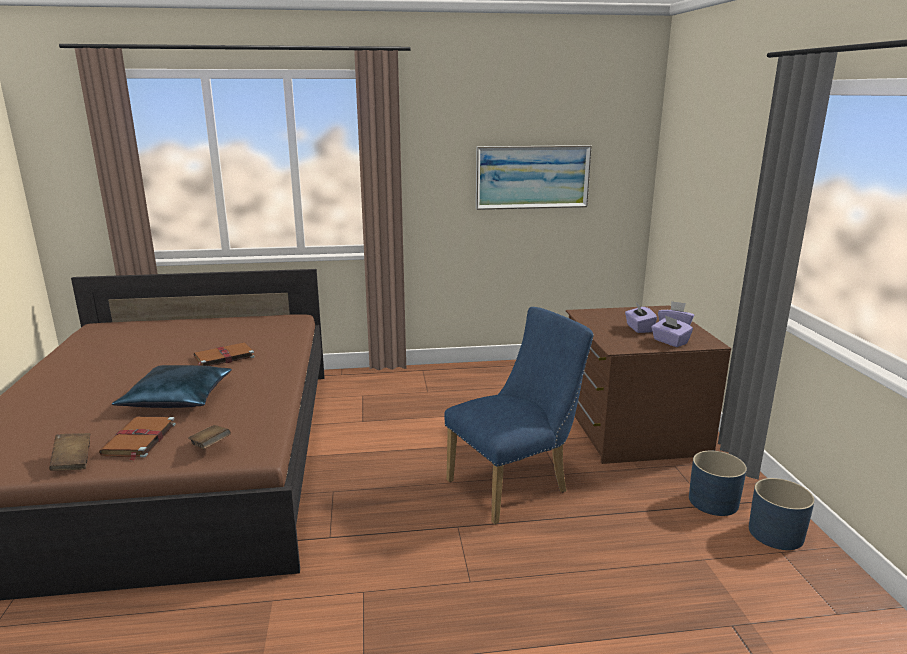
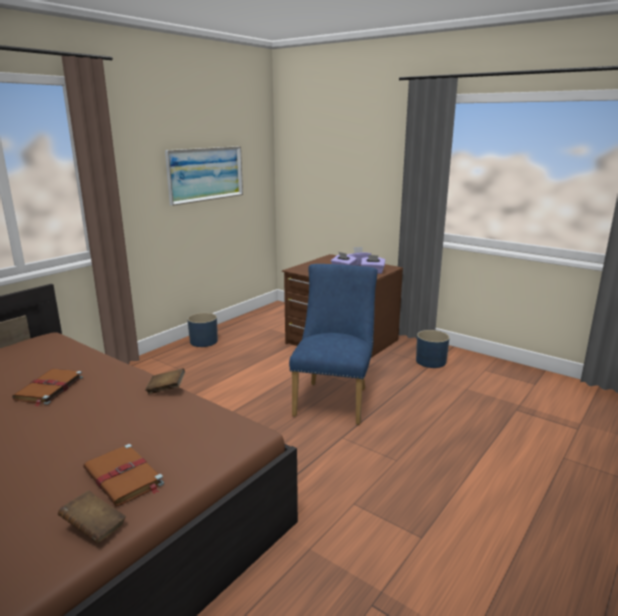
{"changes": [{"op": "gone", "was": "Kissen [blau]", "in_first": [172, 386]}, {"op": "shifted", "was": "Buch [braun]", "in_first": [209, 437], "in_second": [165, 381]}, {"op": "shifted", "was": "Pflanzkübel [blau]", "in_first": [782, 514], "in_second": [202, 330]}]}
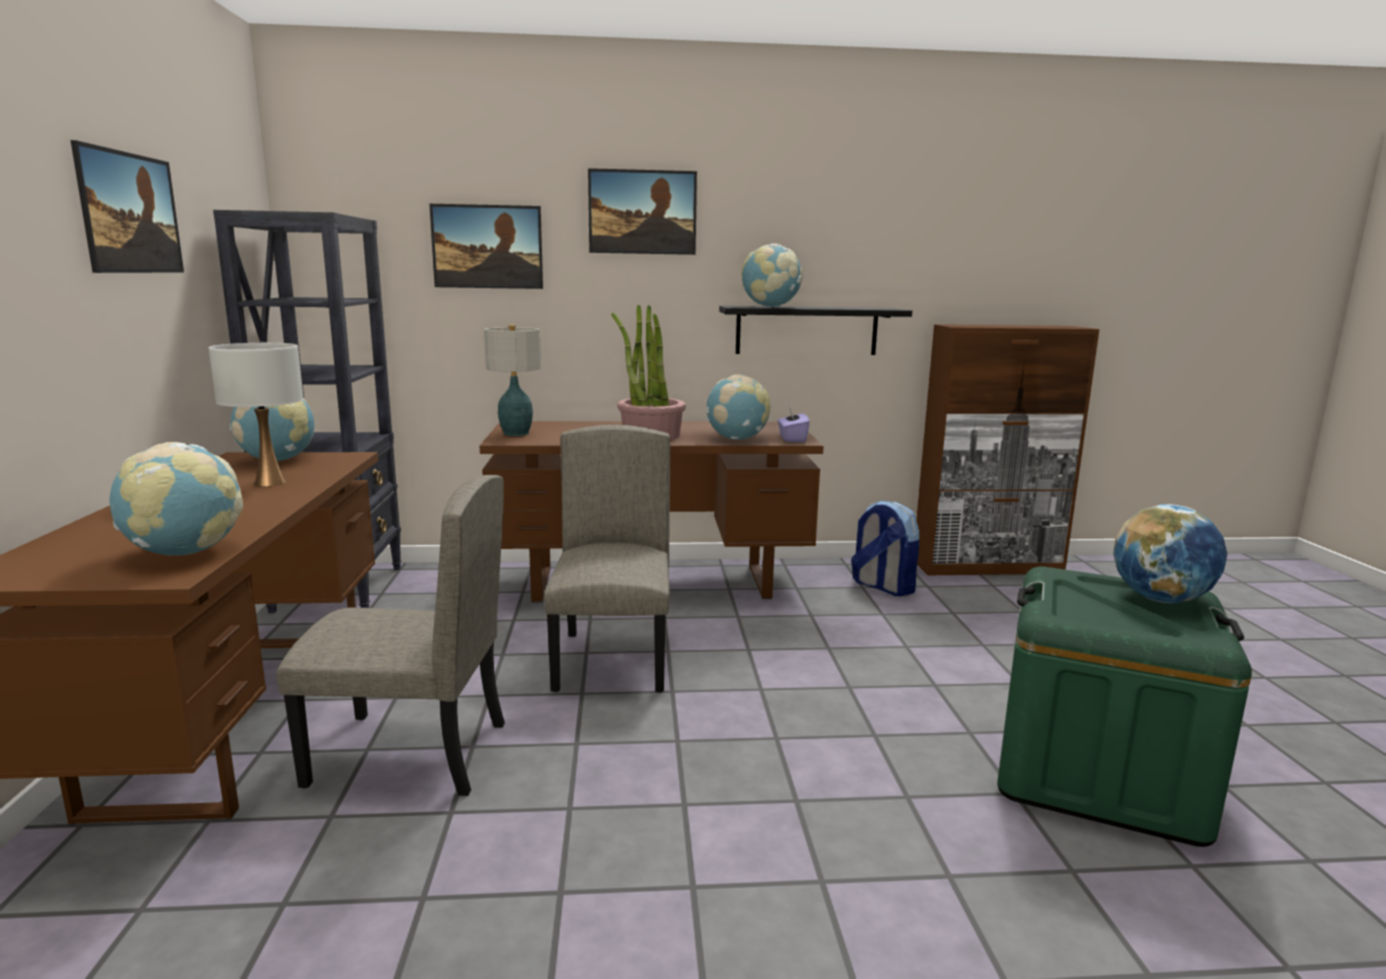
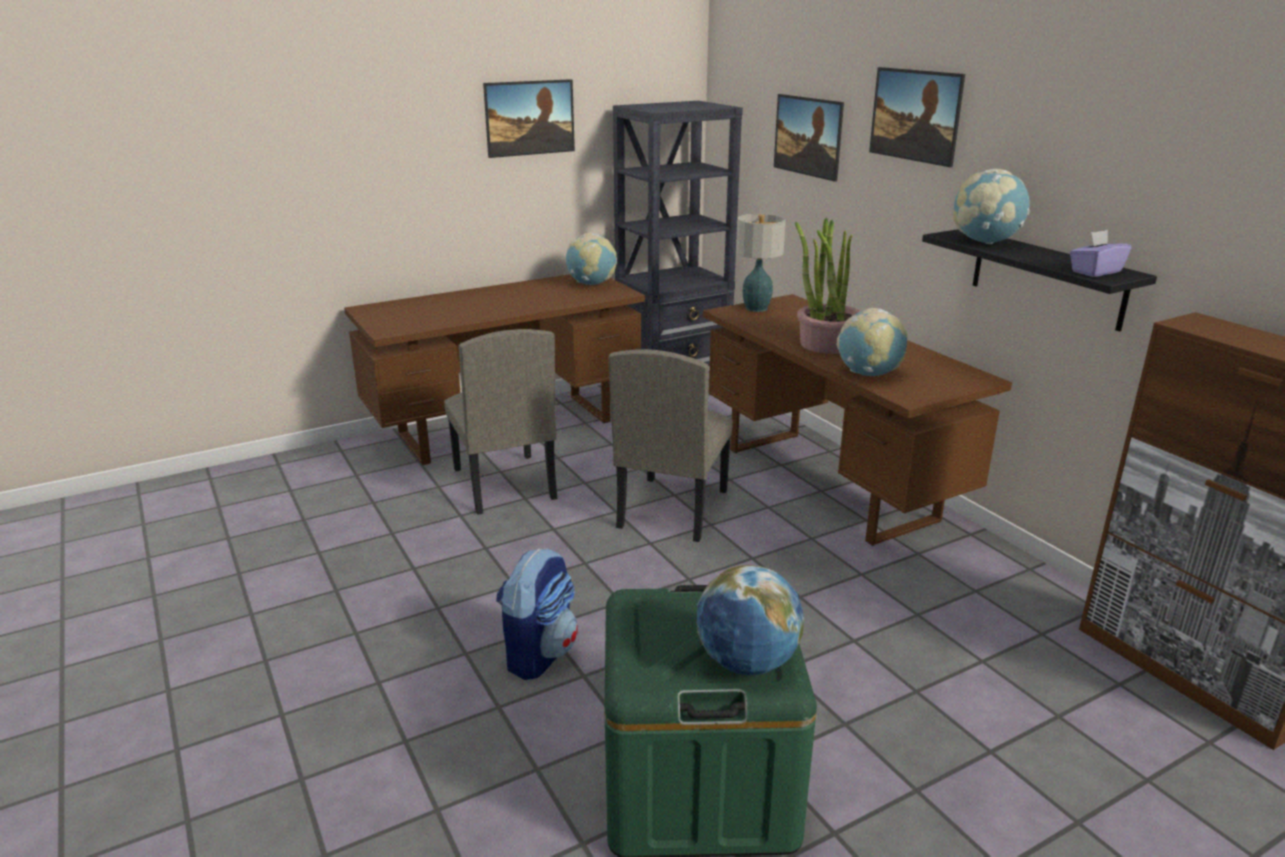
{"changes": [{"op": "gone", "was": "Globus", "in_first": [176, 499]}, {"op": "gone", "was": "Tischlampe [weiß]", "in_first": [256, 414]}, {"op": "rotated", "was": "Stuhl [beige]", "in_first": [607, 559], "in_second": [671, 445], "clockwise": 135}, {"op": "shifted", "was": "Taschentuchbox [lila]", "in_first": [794, 424], "in_second": [1101, 253]}, {"op": "shifted", "was": "Rucksack", "in_first": [885, 548], "in_second": [537, 614]}]}
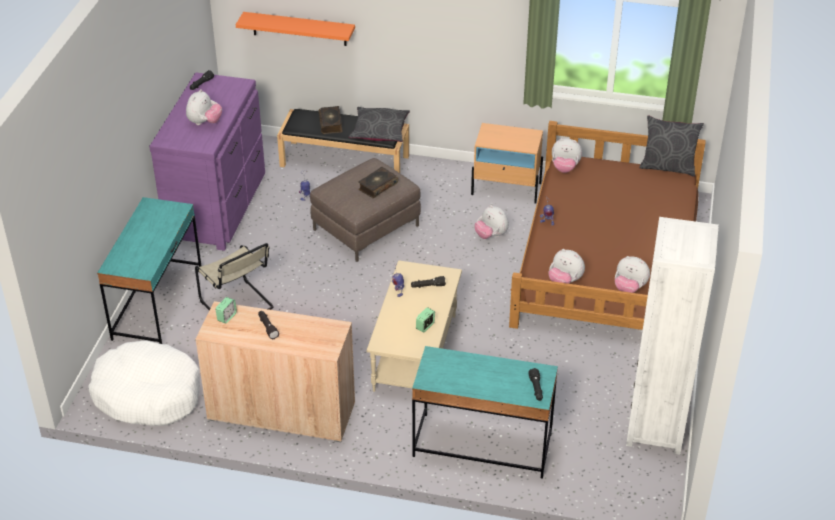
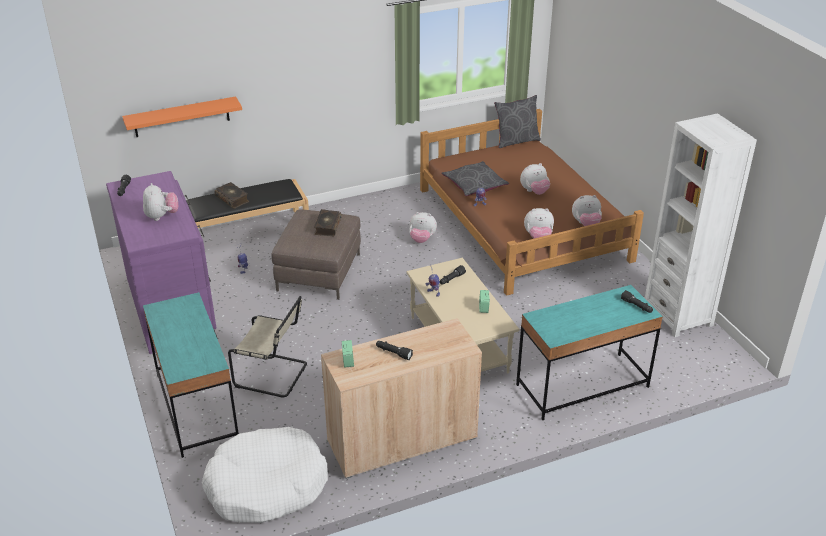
{"changes": [{"op": "shifted", "was": "Kissen [grau]", "in_first": [379, 124], "in_second": [475, 178]}, {"op": "gone", "was": "Nachttisch [beige]", "in_first": [507, 163]}, {"op": "shifted", "was": "Plüschtier", "in_first": [567, 155], "in_second": [535, 179]}]}
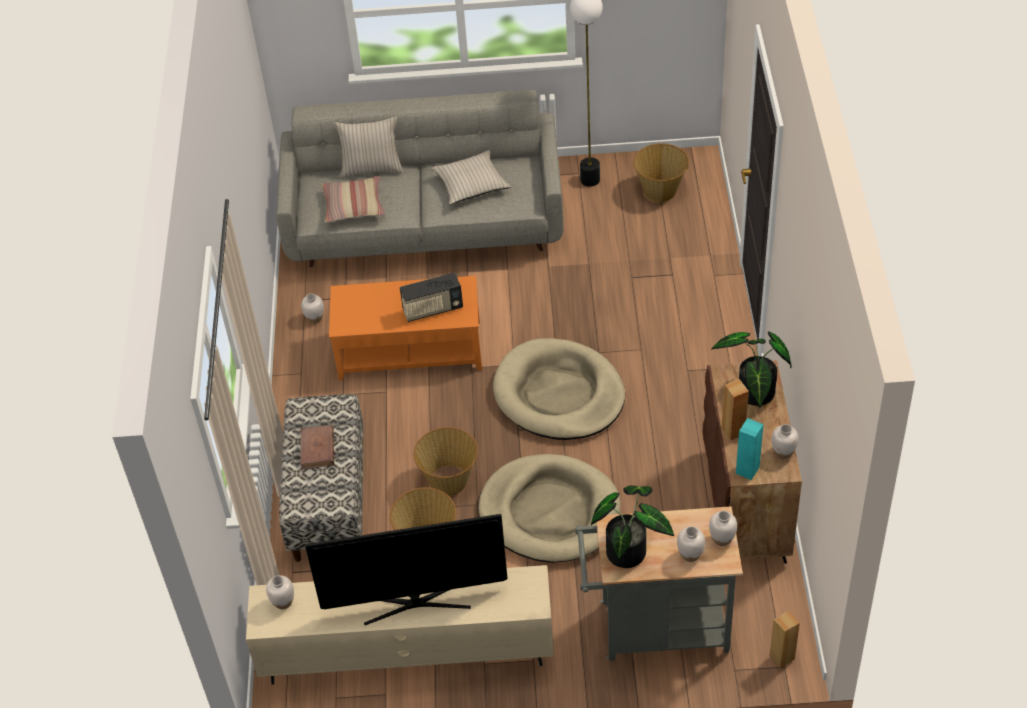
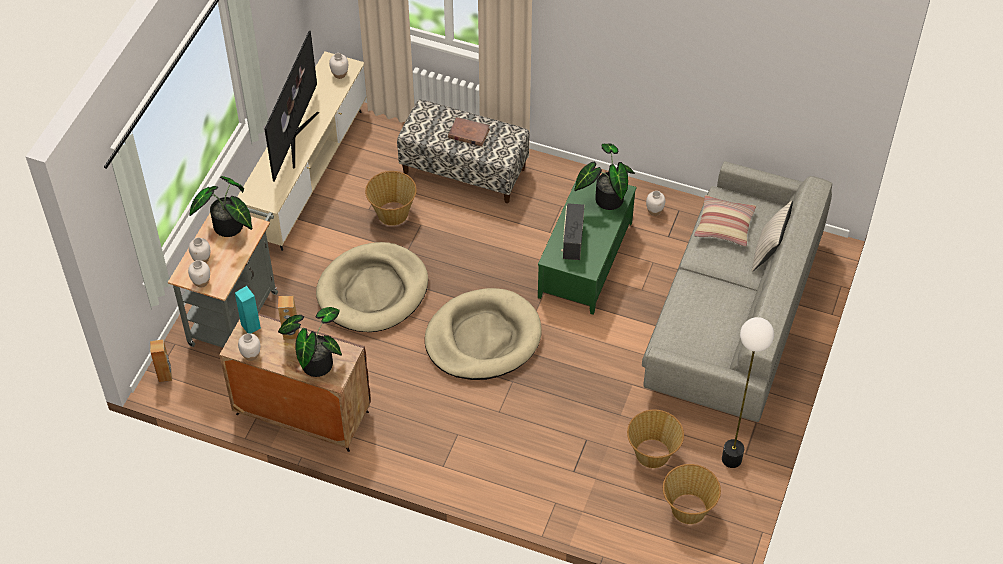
{"changes": [{"op": "repainted", "was": "Couchtisch [orange]", "now": "Couchtisch [grün]", "in_first": [405, 328], "in_second": [587, 246]}, {"op": "shifted", "was": "Korb", "in_first": [446, 461], "in_second": [655, 439]}, {"op": "gone", "was": "Kissen [beige]", "in_first": [471, 177]}, {"op": "new", "now": "Topfpflanze", "in_second": [604, 177]}]}
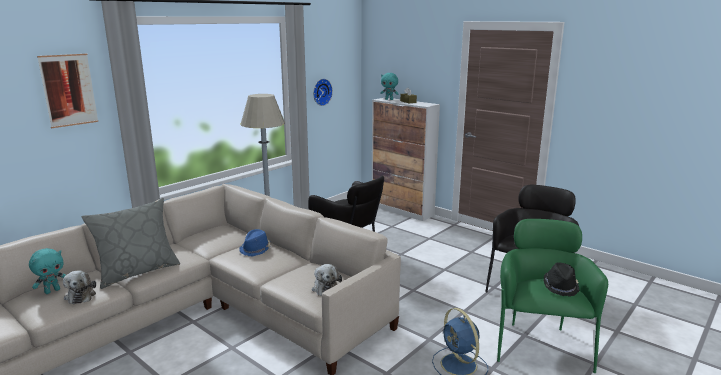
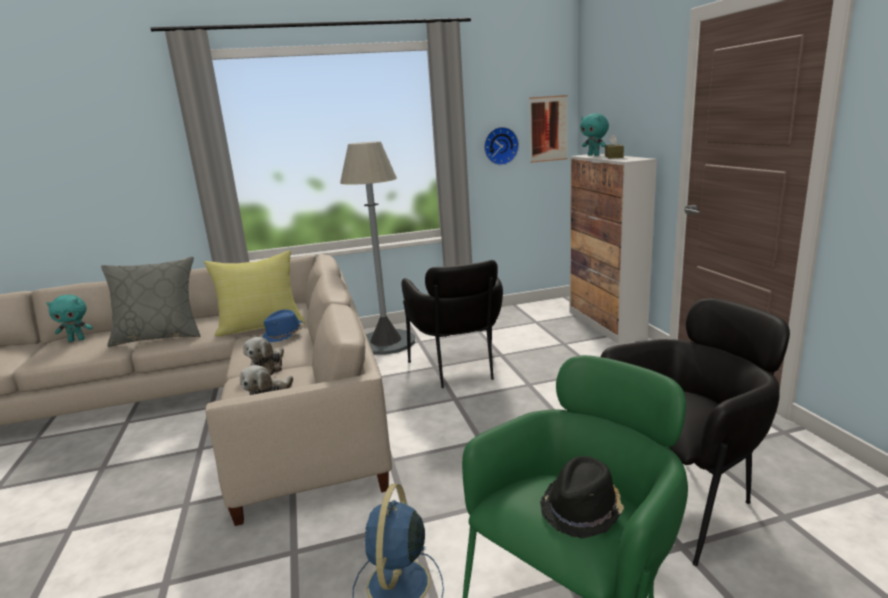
{"changes": [{"op": "shifted", "was": "Bild", "in_first": [67, 91], "in_second": [548, 129]}, {"op": "shifted", "was": "Plüschtier", "in_first": [79, 287], "in_second": [263, 356]}, {"op": "new", "now": "Kissen [gelb]", "in_second": [255, 293]}]}
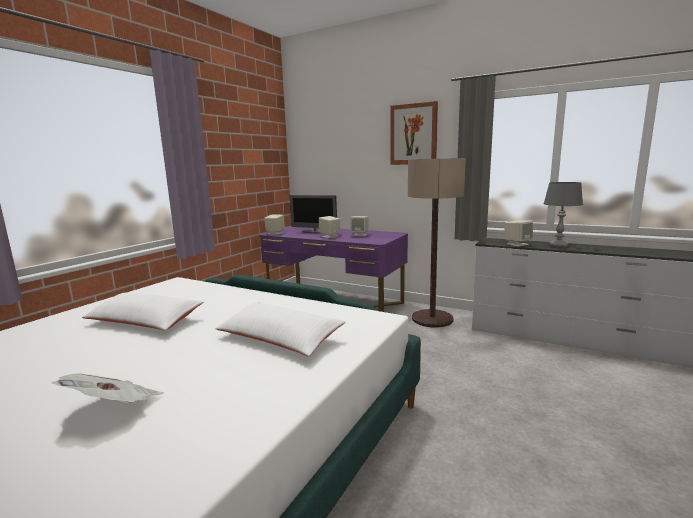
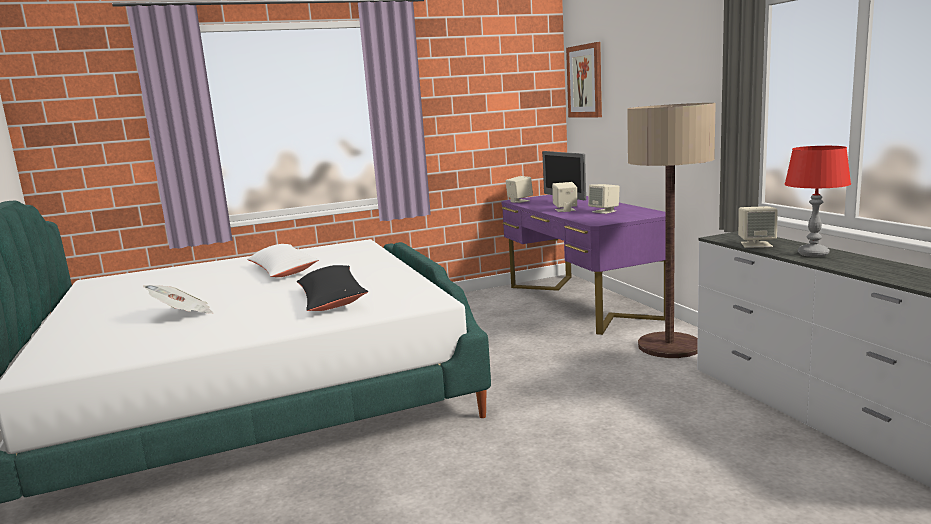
{"changes": [{"op": "repainted", "was": "Kissen [weiß]", "now": "Kissen [schwarz]", "in_first": [280, 329], "in_second": [332, 288]}, {"op": "shifted", "was": "Bild", "in_first": [414, 133], "in_second": [584, 79]}, {"op": "repainted", "was": "Tischlampe [grau]", "now": "Tischlampe [rot]", "in_first": [563, 214], "in_second": [817, 201]}]}
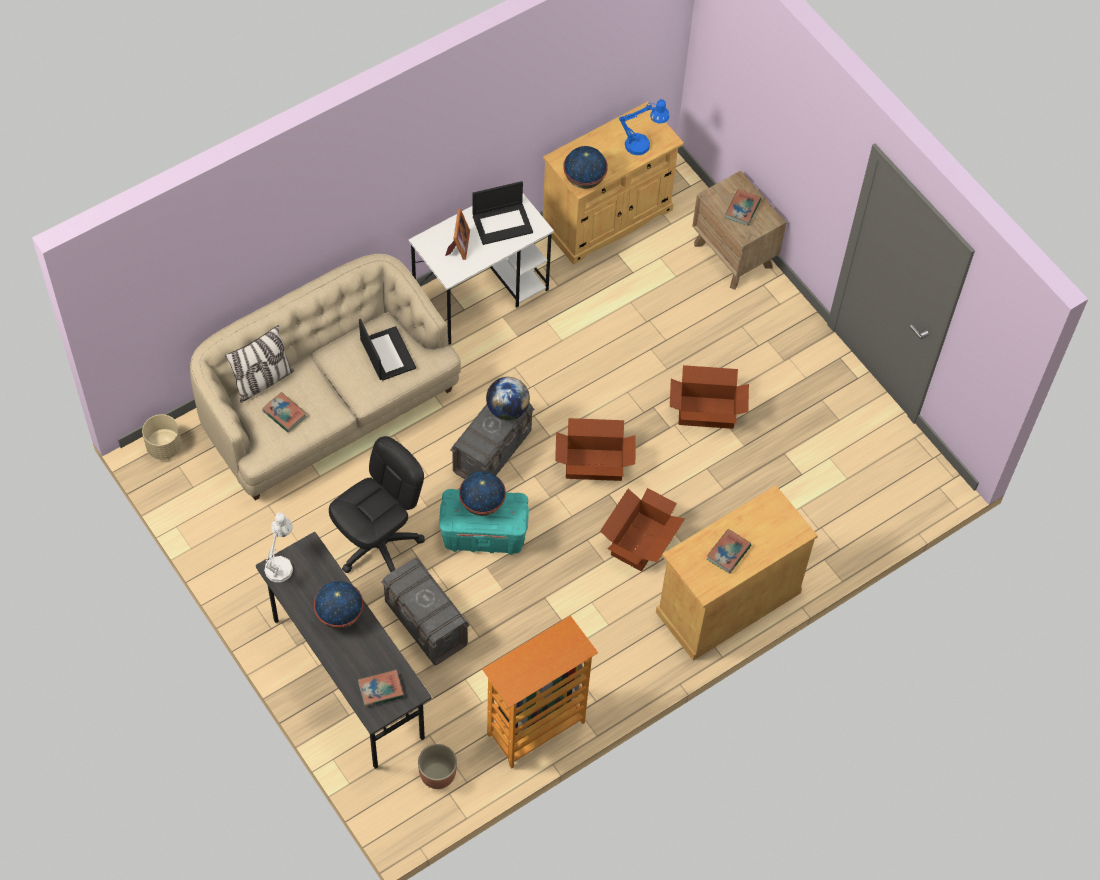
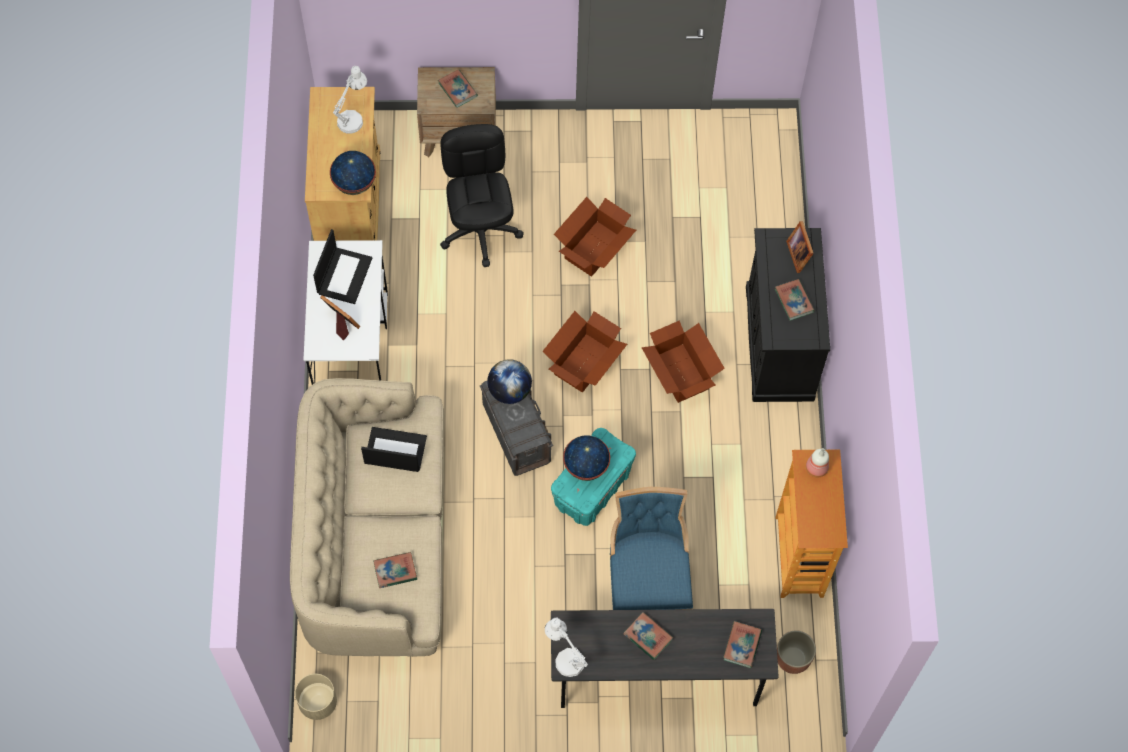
{"changes": [{"op": "gone", "was": "Kissen", "in_first": [259, 364]}, {"op": "swapped", "was": "Globus", "now": "Buch", "in_first": [338, 605], "in_second": [648, 636]}, {"op": "shifted", "was": "Bürostuhl [schwarz]", "in_first": [377, 504], "in_second": [482, 195]}, {"op": "swapped", "was": "Aufbewahrungsbox [grau]", "now": "Stuhl [blau]", "in_first": [425, 611], "in_second": [651, 548]}, {"op": "repainted", "was": "Tischlampe [blau]", "now": "Tischlampe [weiß]", "in_first": [644, 127], "in_second": [350, 100]}, {"op": "repainted", "was": "Schrank [beige]", "now": "Schrank [schwarz]", "in_first": [737, 573], "in_second": [788, 315]}, {"op": "new", "now": "Bilderrahmen", "in_second": [800, 247]}, {"op": "new", "now": "Flasche", "in_second": [817, 462]}]}
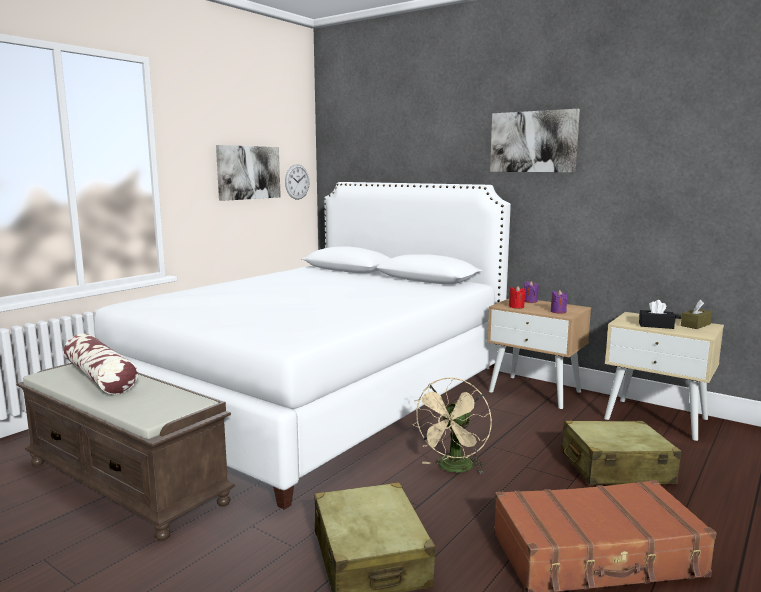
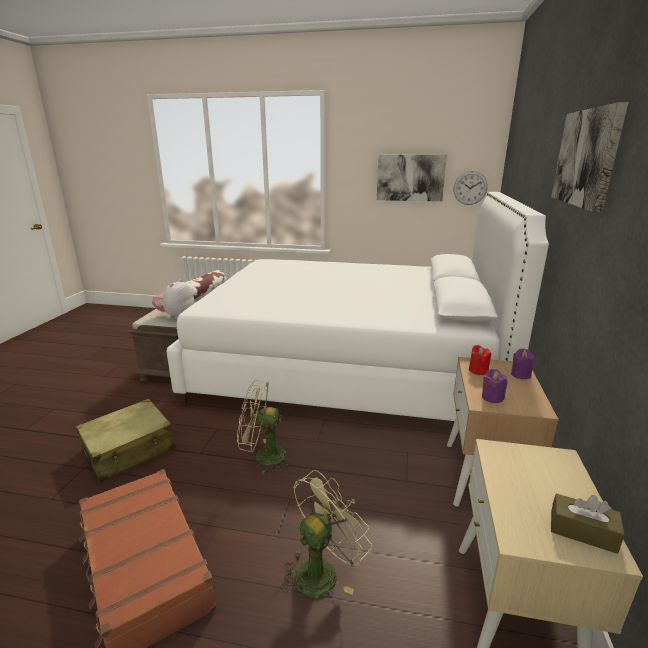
{"changes": [{"op": "swapped", "was": "Koffer [beige]", "now": "Ventilator [grün]", "in_first": [621, 452], "in_second": [326, 533]}, {"op": "gone", "was": "Taschentuchbox [schwarz]", "in_first": [657, 314]}, {"op": "new", "now": "Plüschtier", "in_second": [173, 299]}]}
